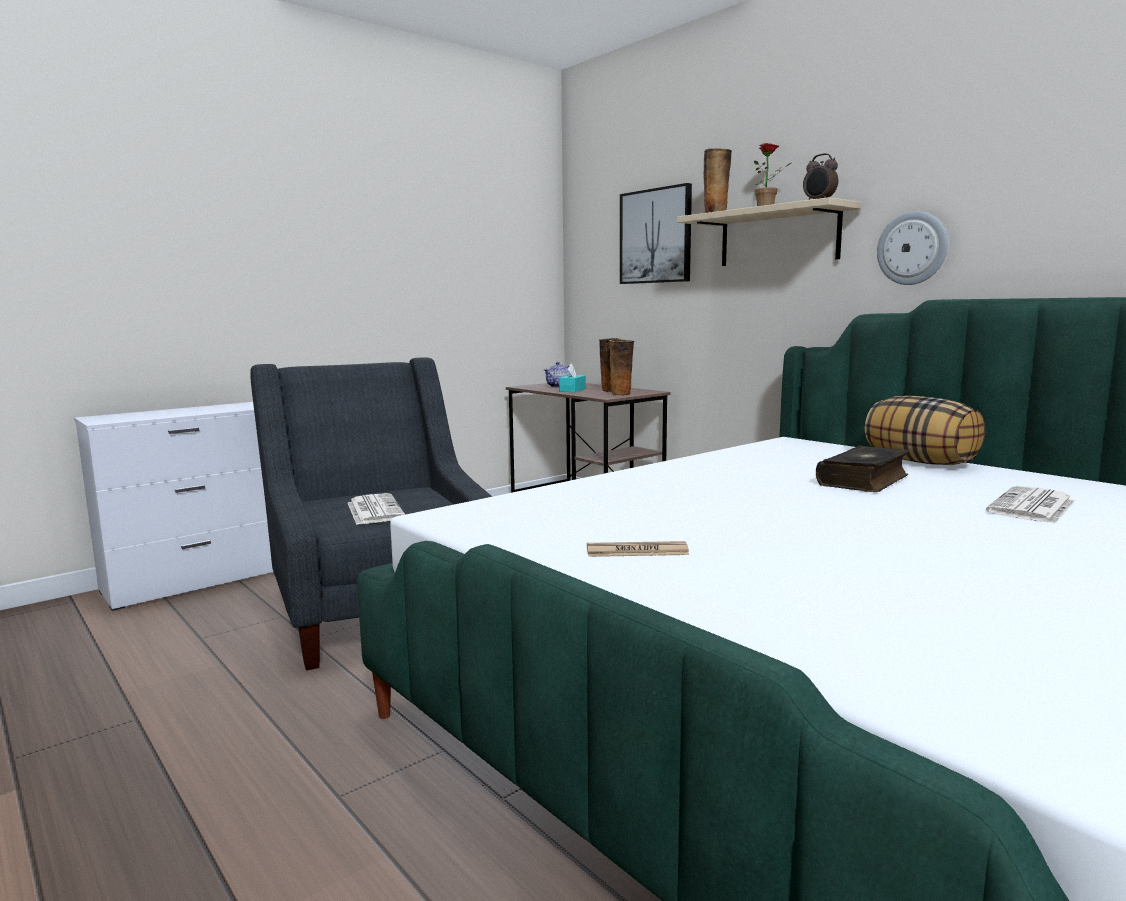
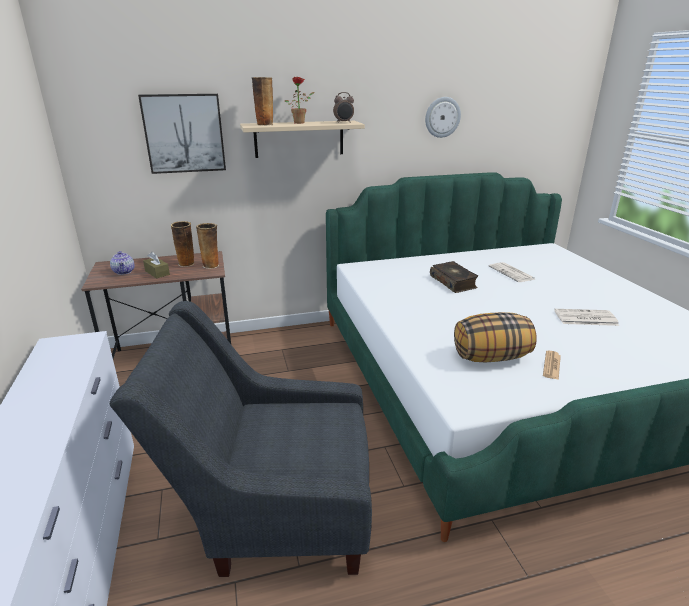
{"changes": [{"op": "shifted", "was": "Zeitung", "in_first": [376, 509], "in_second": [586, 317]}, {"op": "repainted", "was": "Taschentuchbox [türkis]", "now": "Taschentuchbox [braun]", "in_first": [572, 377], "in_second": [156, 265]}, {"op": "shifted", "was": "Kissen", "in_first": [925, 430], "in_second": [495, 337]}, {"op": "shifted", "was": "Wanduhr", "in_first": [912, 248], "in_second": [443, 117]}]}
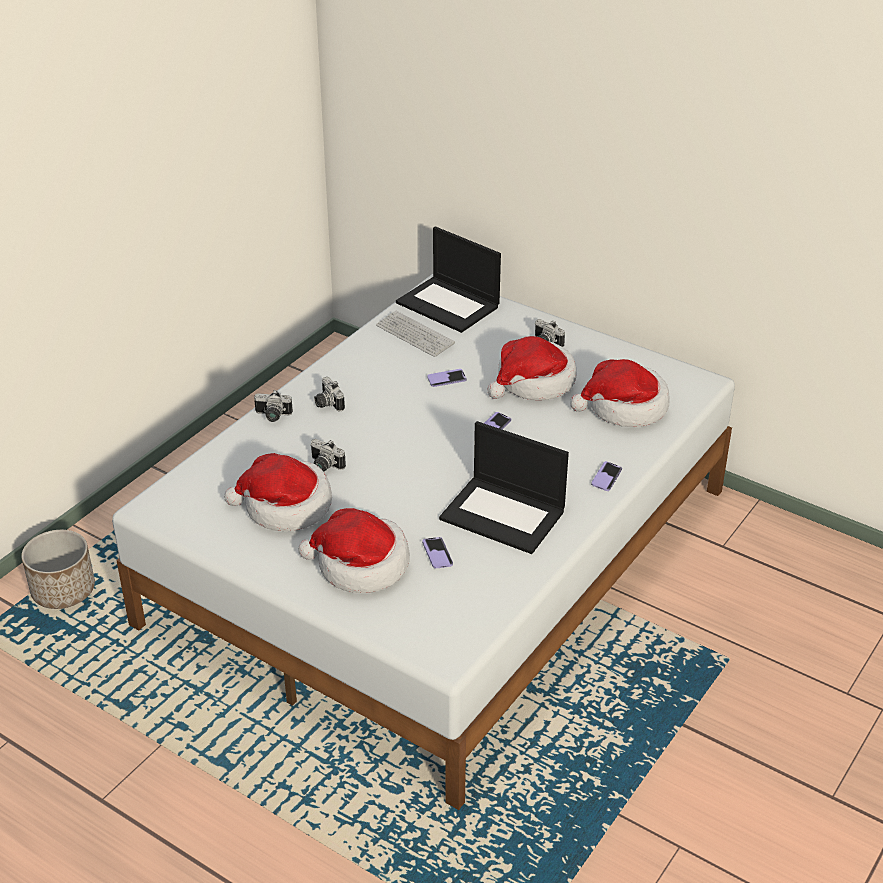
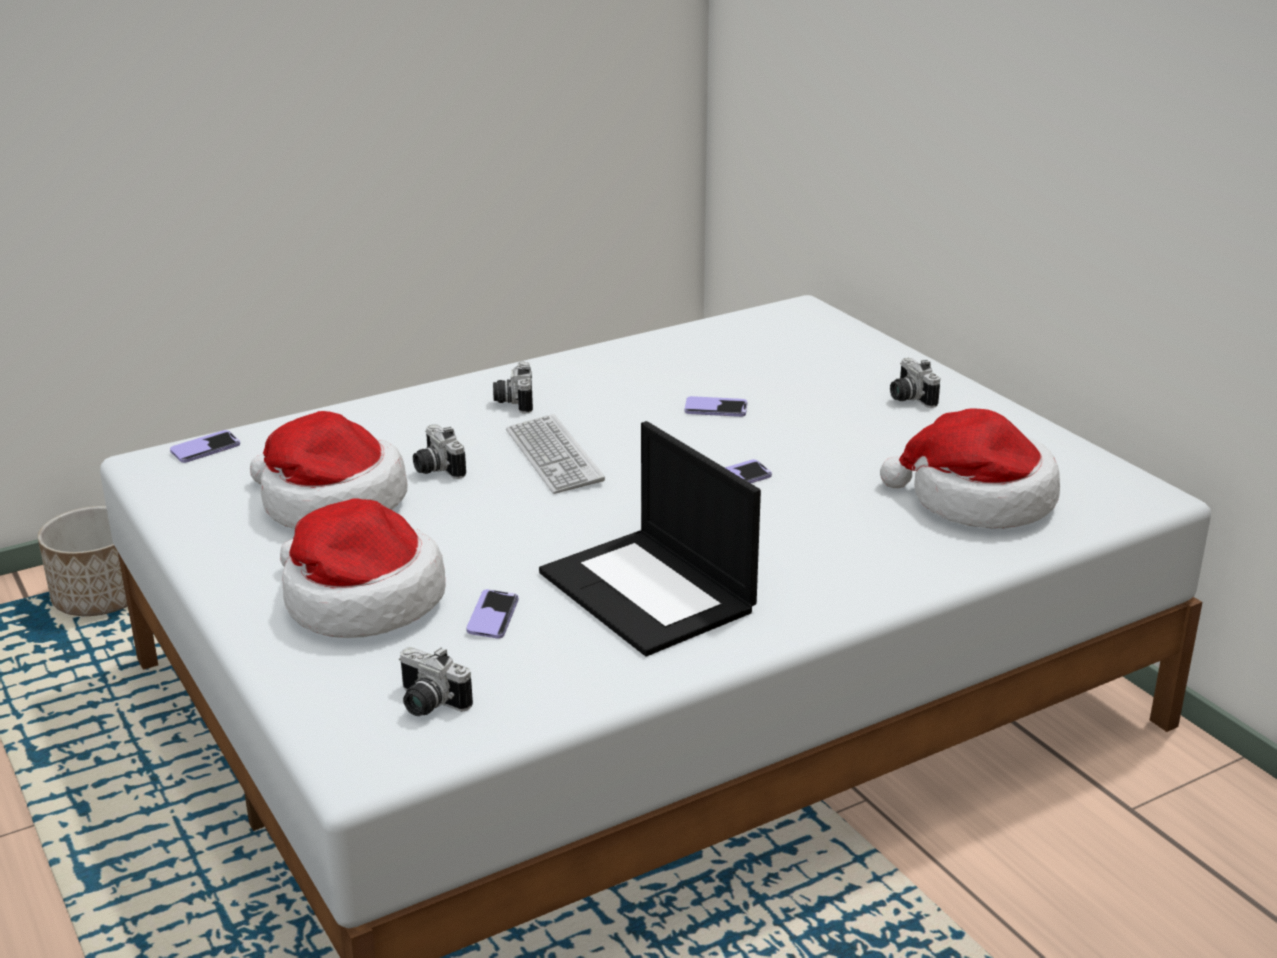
{"changes": [{"op": "shifted", "was": "Kamera", "in_first": [273, 406], "in_second": [436, 681]}, {"op": "shifted", "was": "Tastatur", "in_first": [415, 334], "in_second": [555, 454]}, {"op": "gone", "was": "Laptop", "in_first": [448, 279]}, {"op": "gone", "was": "Hut", "in_first": [532, 368]}, {"op": "shifted", "was": "Handy", "in_first": [606, 476], "in_second": [205, 446]}]}
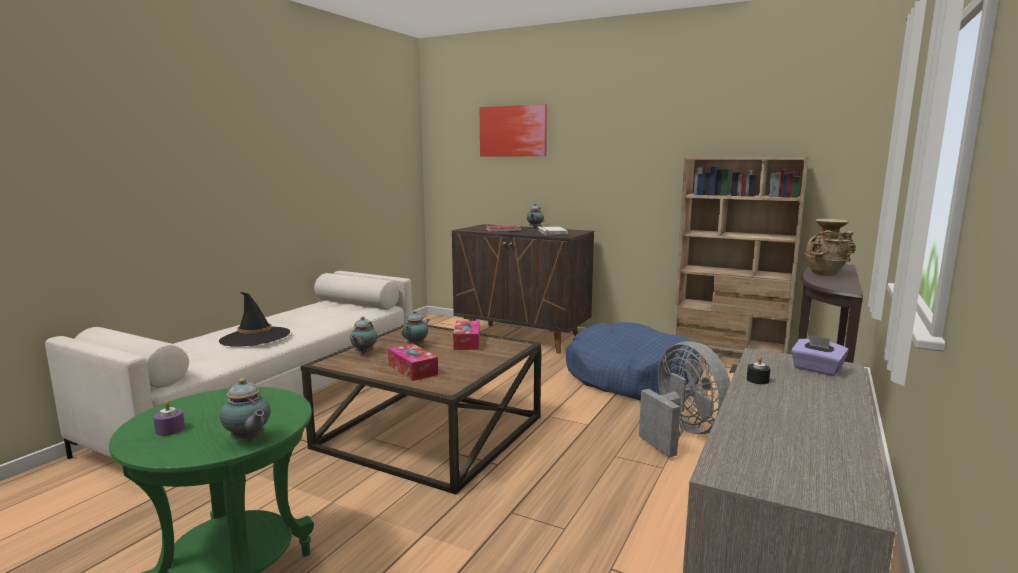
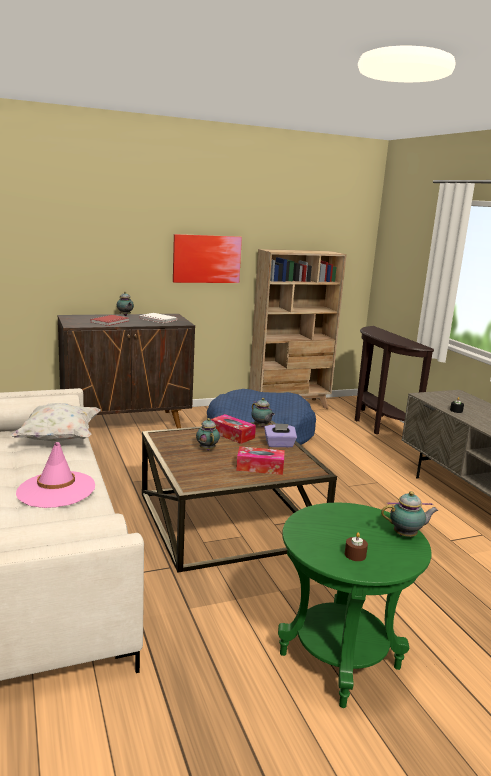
{"changes": [{"op": "repainted", "was": "Kerze [lila]", "now": "Kerze [braun]", "in_first": [169, 418], "in_second": [356, 546]}, {"op": "repainted", "was": "Hut [schwarz]", "now": "Hut [rosa]", "in_first": [254, 319], "in_second": [55, 475]}, {"op": "shifted", "was": "Teekanne", "in_first": [363, 335], "in_second": [263, 412]}, {"op": "shifted", "was": "Bild", "in_first": [513, 130], "in_second": [207, 258]}, {"op": "gone", "was": "Ventilator [grau]", "in_first": [684, 399]}, {"op": "shifted", "was": "Taschentuchbox [lila]", "in_first": [820, 355], "in_second": [280, 435]}, {"op": "gone", "was": "Vase [beige]", "in_first": [830, 247]}, {"op": "new", "now": "Kissen [weiß]", "in_second": [55, 422]}]}
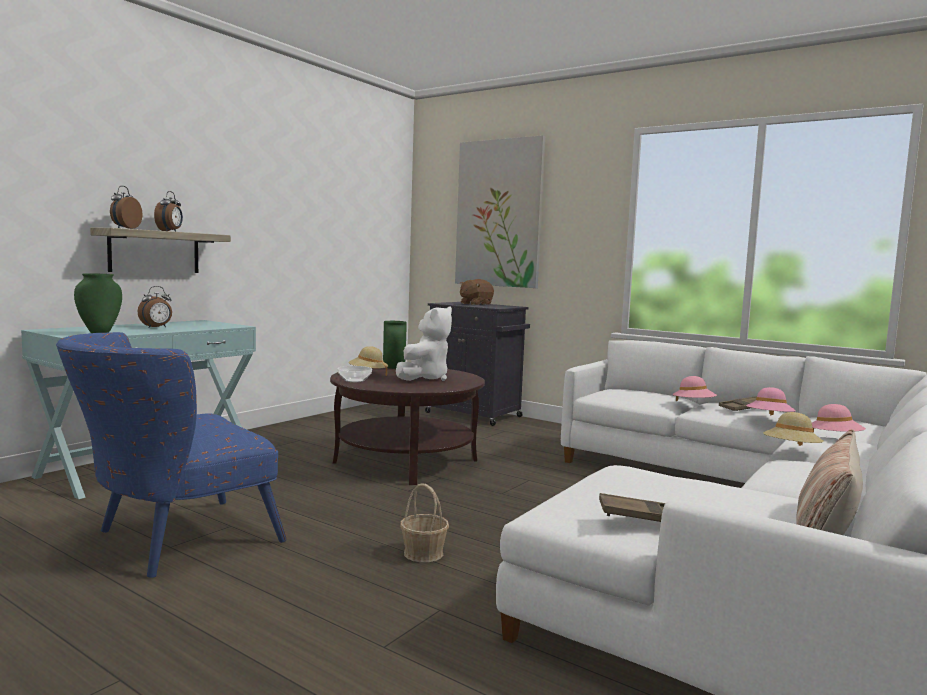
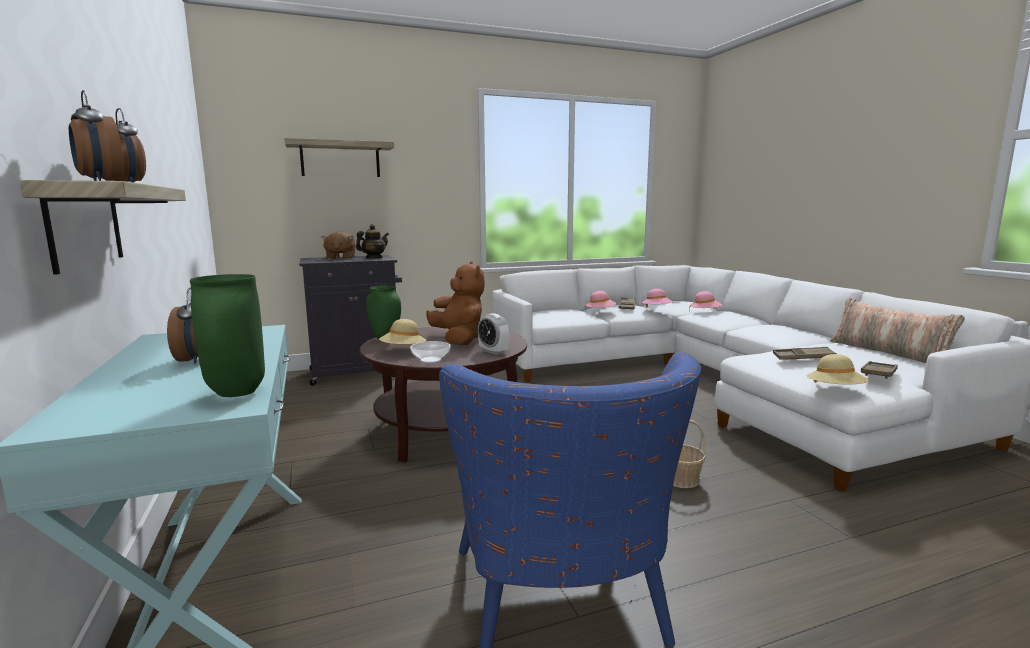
{"changes": [{"op": "repainted", "was": "Plüschtier [weiß]", "now": "Plüschtier [braun]", "in_first": [424, 343], "in_second": [455, 303]}, {"op": "swapped", "was": "Bild", "now": "Wandregal", "in_first": [500, 211], "in_second": [339, 157]}, {"op": "shifted", "was": "Hut [beige]", "in_first": [793, 429], "in_second": [838, 369]}, {"op": "new", "now": "Teekanne", "in_second": [372, 241]}, {"op": "new", "now": "Wecker", "in_second": [494, 334]}, {"op": "new", "now": "Tablett [braun]", "in_second": [805, 353]}]}
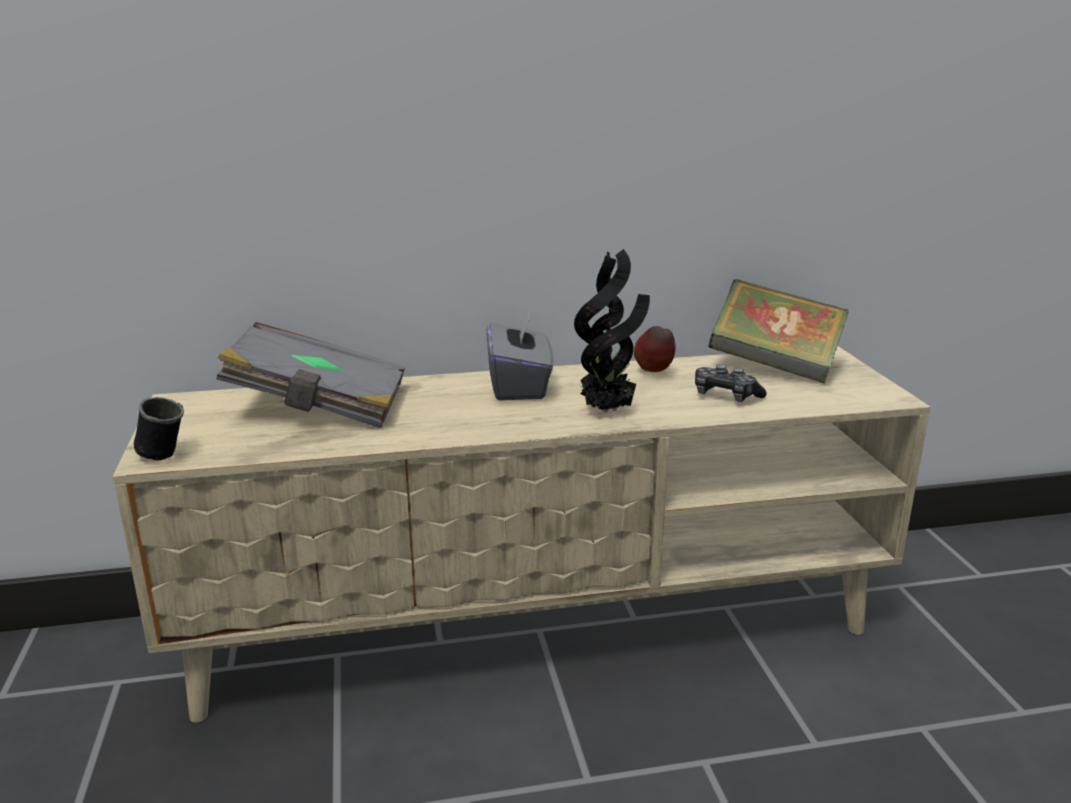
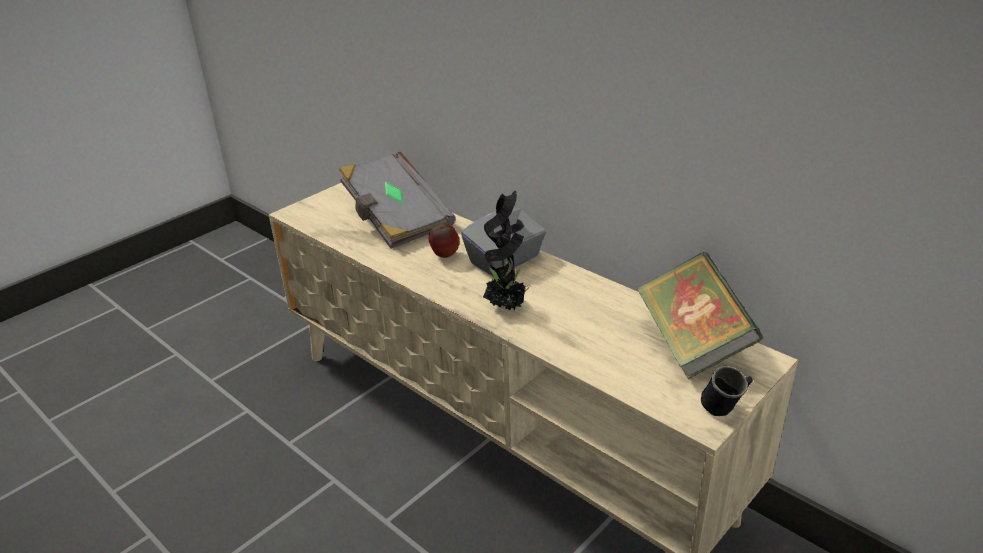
{"changes": [{"op": "shifted", "was": "Henkelbecher [schwarz]", "in_first": [159, 428], "in_second": [727, 391]}, {"op": "shifted", "was": "Apfel", "in_first": [654, 349], "in_second": [444, 240]}, {"op": "gone", "was": "Gamepad", "in_first": [731, 383]}]}
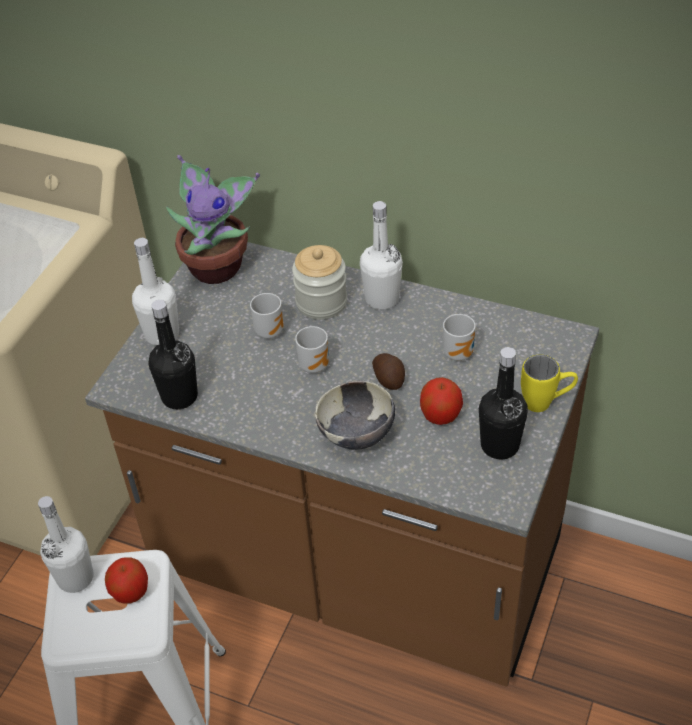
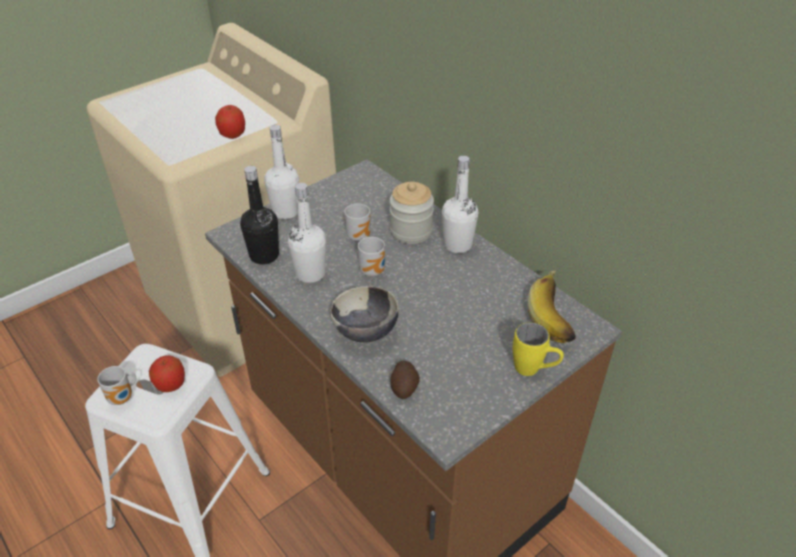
{"changes": [{"op": "shifted", "was": "Flasche [weiß]", "in_first": [66, 544], "in_second": [307, 233]}, {"op": "gone", "was": "Topfpflanze", "in_first": [213, 219]}, {"op": "shifted", "was": "Kartoffel", "in_first": [388, 371], "in_second": [405, 380]}, {"op": "shifted", "was": "Apfel", "in_first": [441, 401], "in_second": [230, 122]}, {"op": "shifted", "was": "Henkelbecher", "in_first": [459, 337], "in_second": [116, 385]}, {"op": "gone", "was": "Flasche [schwarz]", "in_first": [503, 403]}, {"op": "new", "now": "Banane", "in_second": [551, 307]}]}
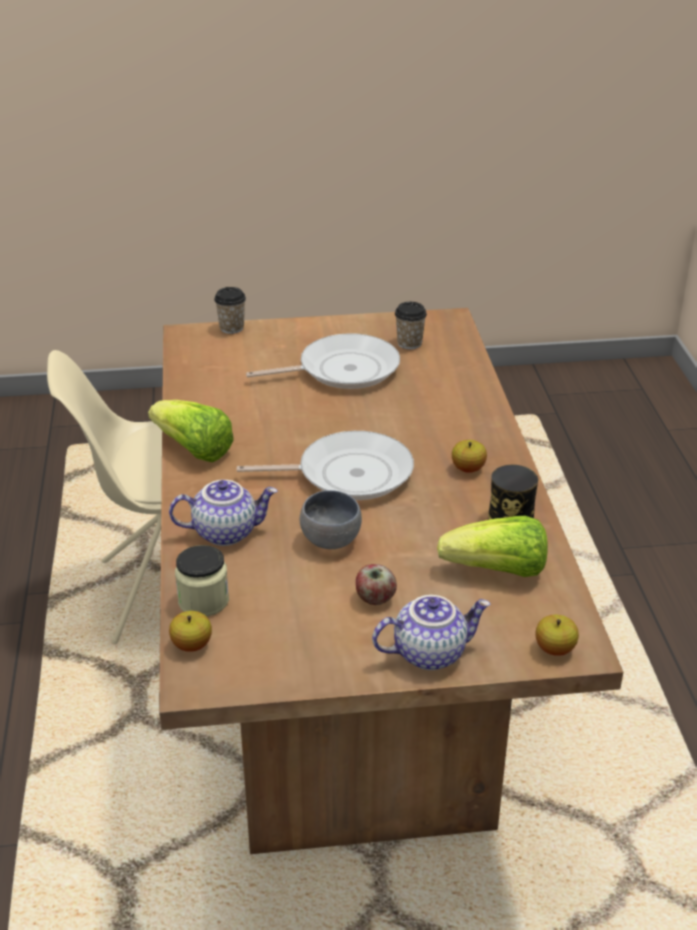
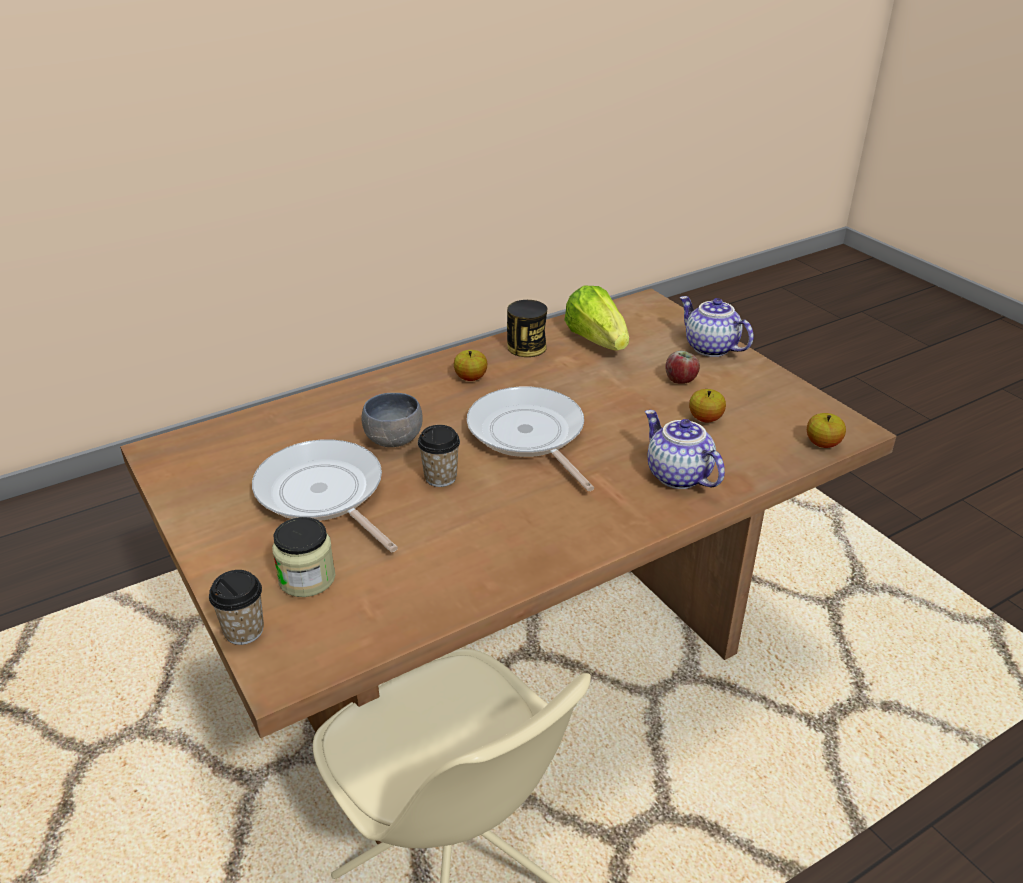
{"changes": [{"op": "gone", "was": "Salatkopf", "in_first": [191, 431]}, {"op": "shifted", "was": "Vorratsglas", "in_first": [202, 581], "in_second": [303, 557]}, {"op": "shifted", "was": "Schüssel [grau]", "in_first": [331, 519], "in_second": [392, 420]}, {"op": "shifted", "was": "Tasse", "in_first": [411, 325], "in_second": [439, 456]}, {"op": "shifted", "was": "Apfel", "in_first": [557, 635], "in_second": [707, 405]}]}
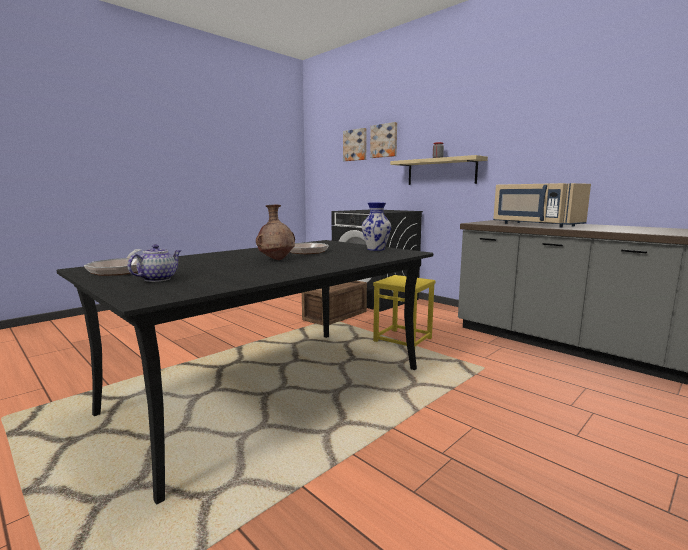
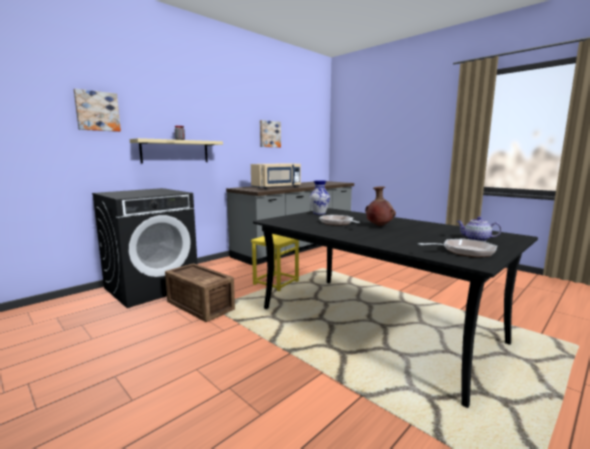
{"changes": [{"op": "shifted", "was": "Bild", "in_first": [355, 144], "in_second": [270, 133]}]}
